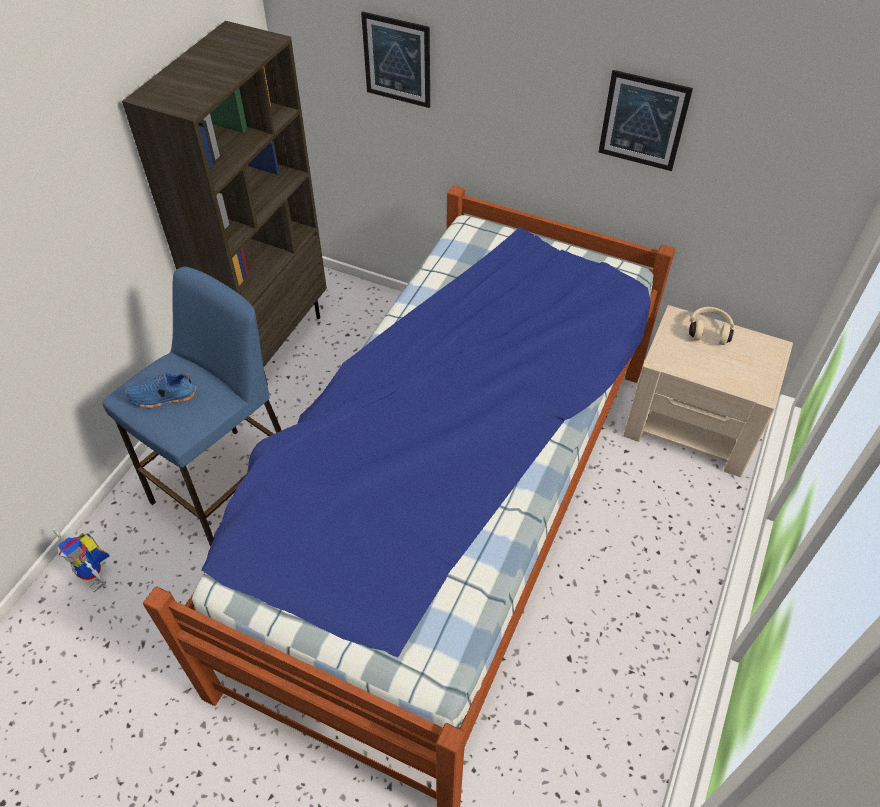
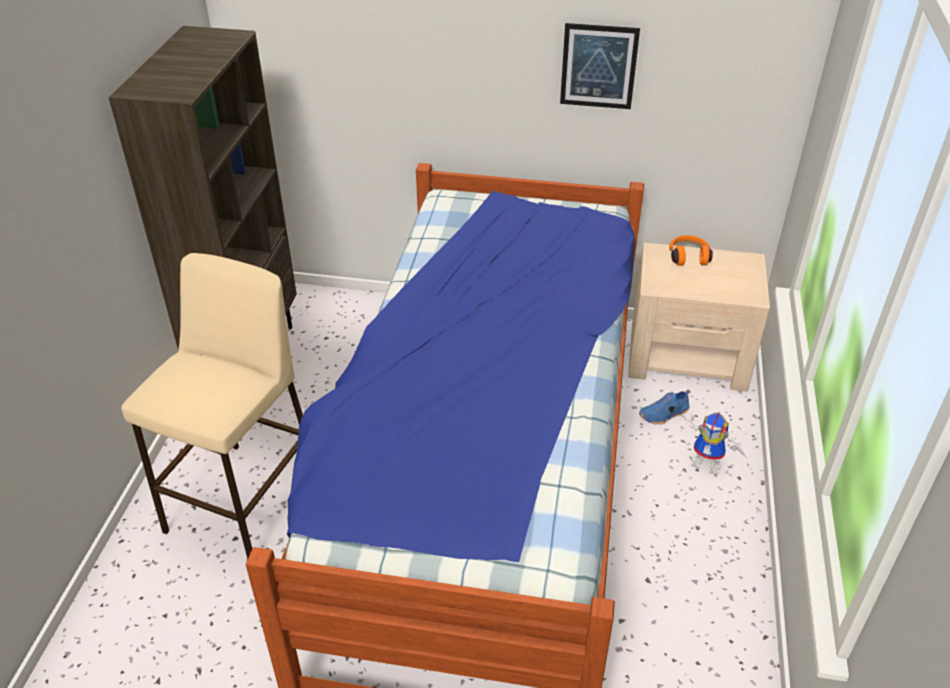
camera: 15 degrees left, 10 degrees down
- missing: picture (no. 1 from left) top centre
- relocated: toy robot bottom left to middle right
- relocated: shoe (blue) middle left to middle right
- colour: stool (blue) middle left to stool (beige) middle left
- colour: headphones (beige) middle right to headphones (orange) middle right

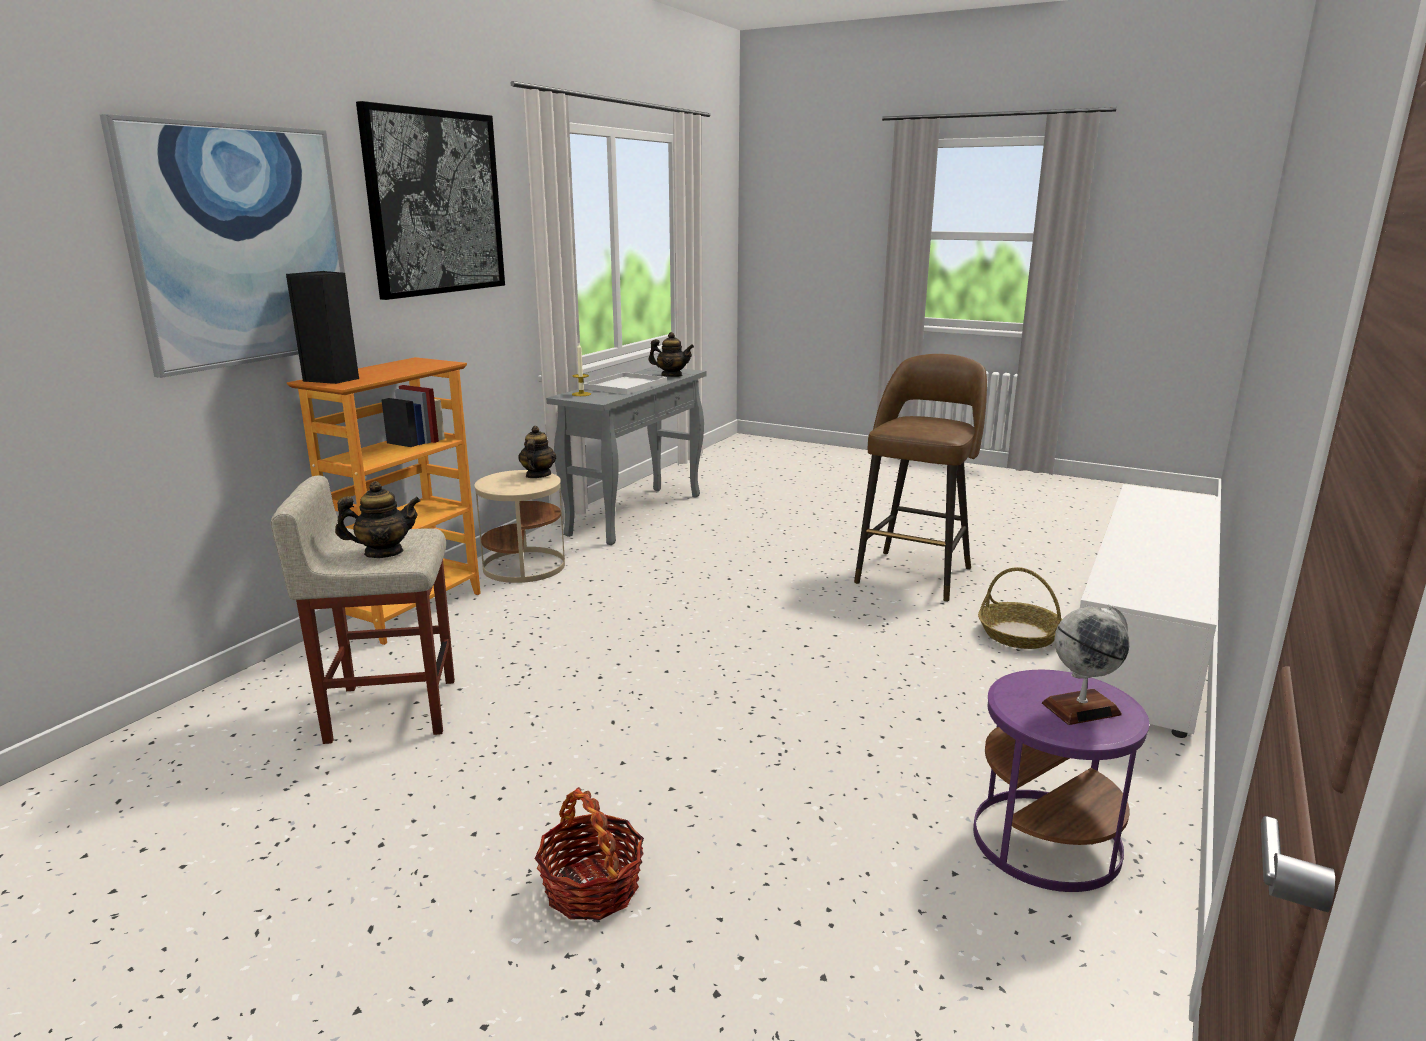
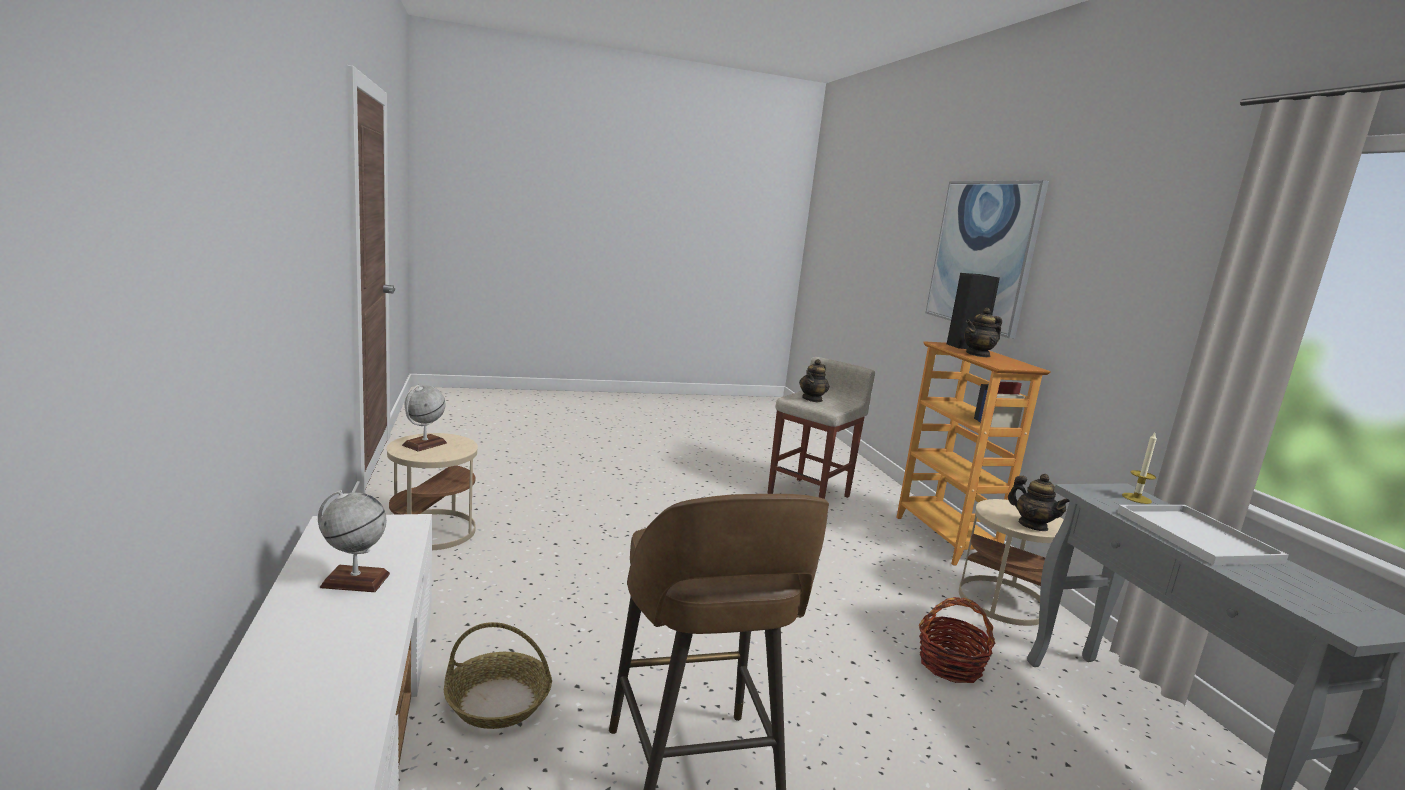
camera: 135 degrees right, 5 degrees down
- missing: picture (no. 2 from left) top left
- appeared: globe (no. 1 from left) bottom left
- relocated: basket (no. 1 from left in the first image) bottom centre to basket (no. 2 from left) bottom right
- relocated: teapot (no. 3 from left in the first image) centre to teapot (no. 2 from left) middle right
- colour: side table (purple) bottom right to side table (beige) (no. 1 from left) middle left

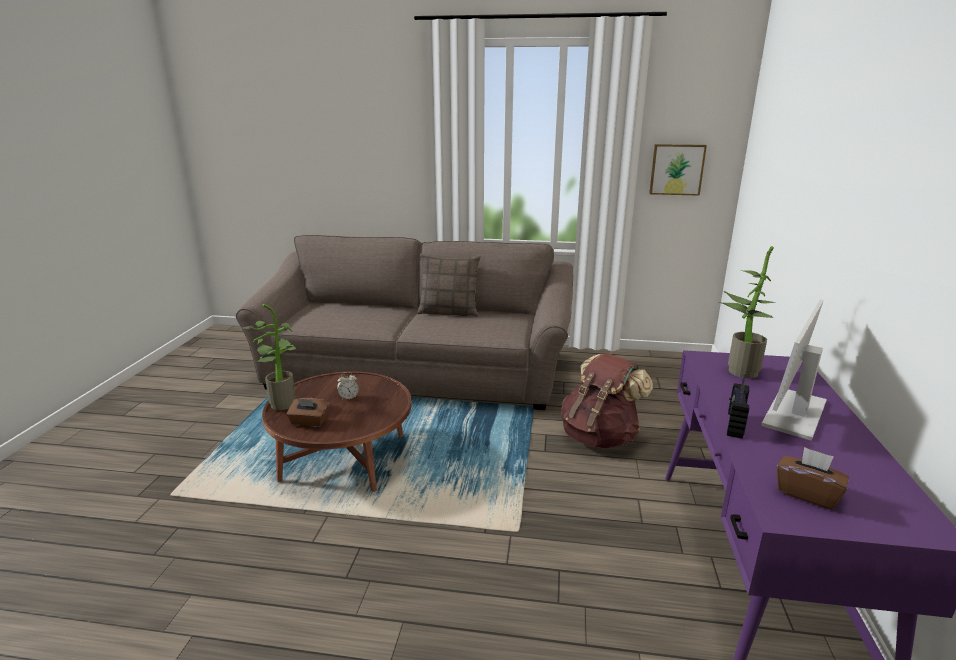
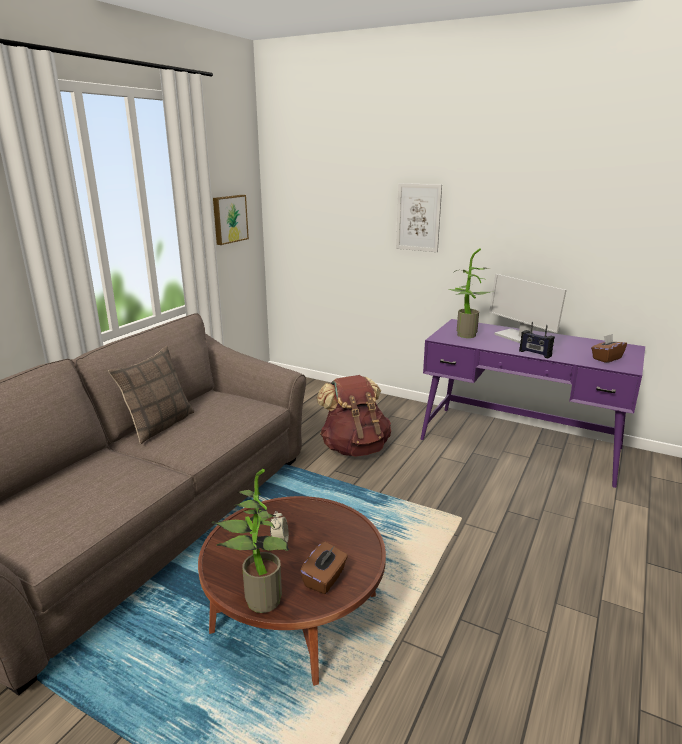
camera: 70 degrees left, 0 degrees up
- appeared: picture (no. 2 from left) top centre

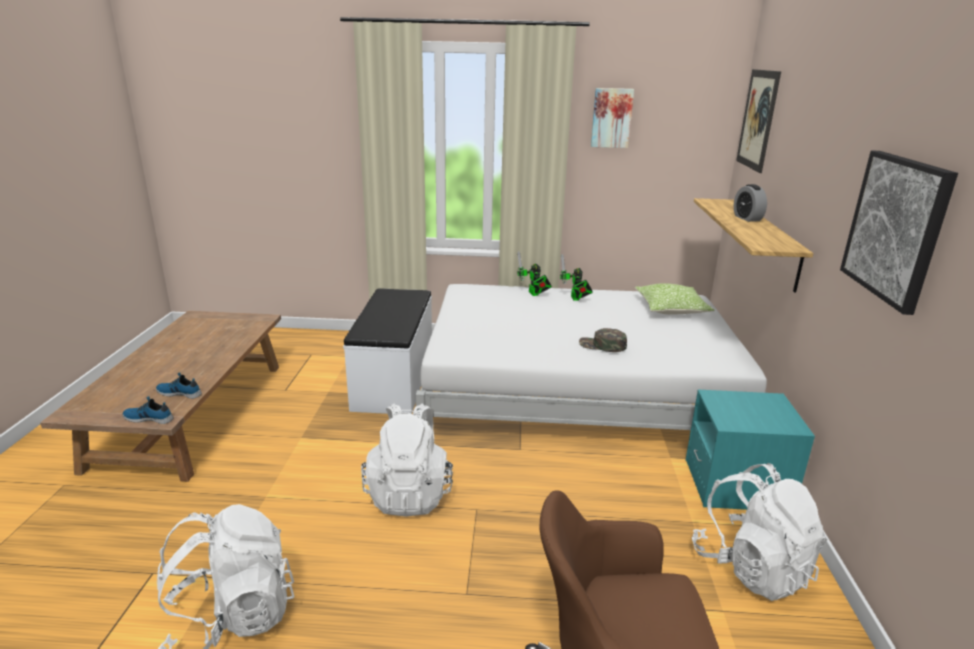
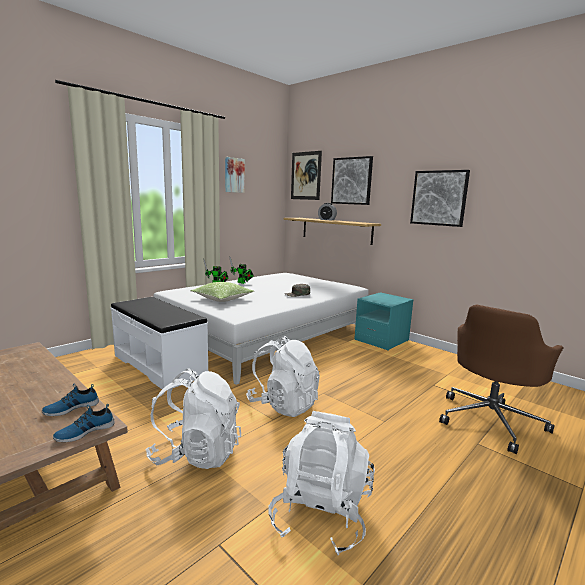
camera: 50 degrees left, 10 degrees down
- appeared: picture (no. 3 from left) top centre
- relocated: pillow middle right to centre
- relocated: backpack (white) (no. 3 from left in the first image) bottom right to backpack (white) (no. 1 from left) bottom left

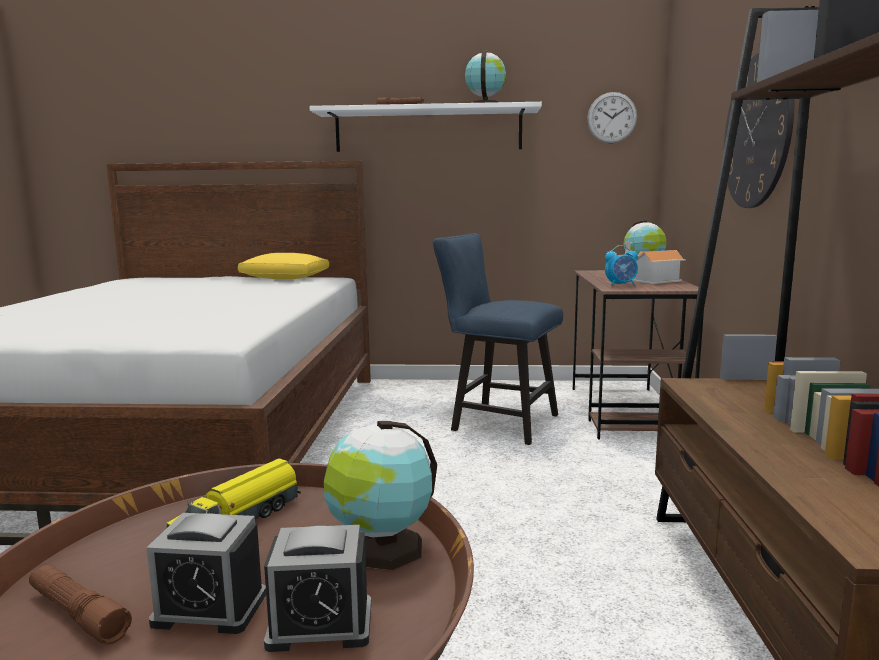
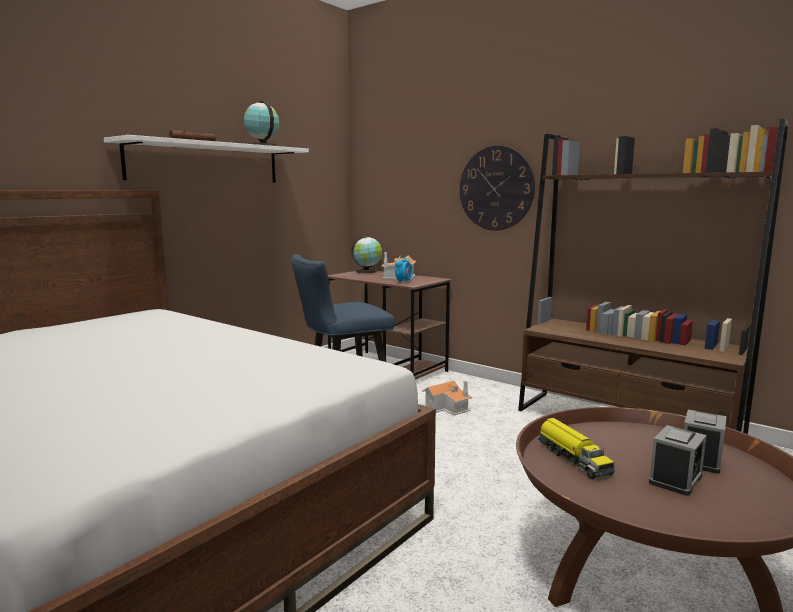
camera: 55 degrees left, 0 degrees up
- missing: flashlight (brown) (no. 1 from left) bottom left
- missing: pillow (yellow) middle left
- missing: globe (no. 1 from left) bottom centre
- missing: wall clock (no. 1 from left) top right
- appeared: toy house (no. 2 from left) centre

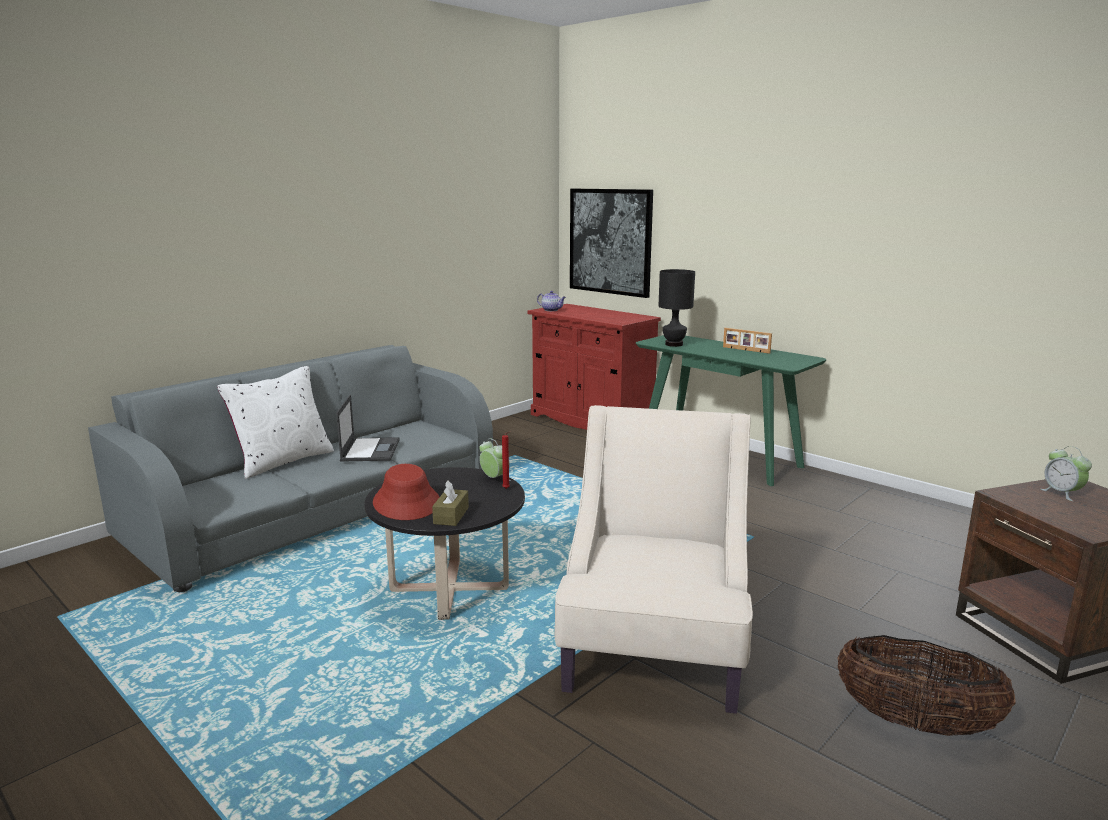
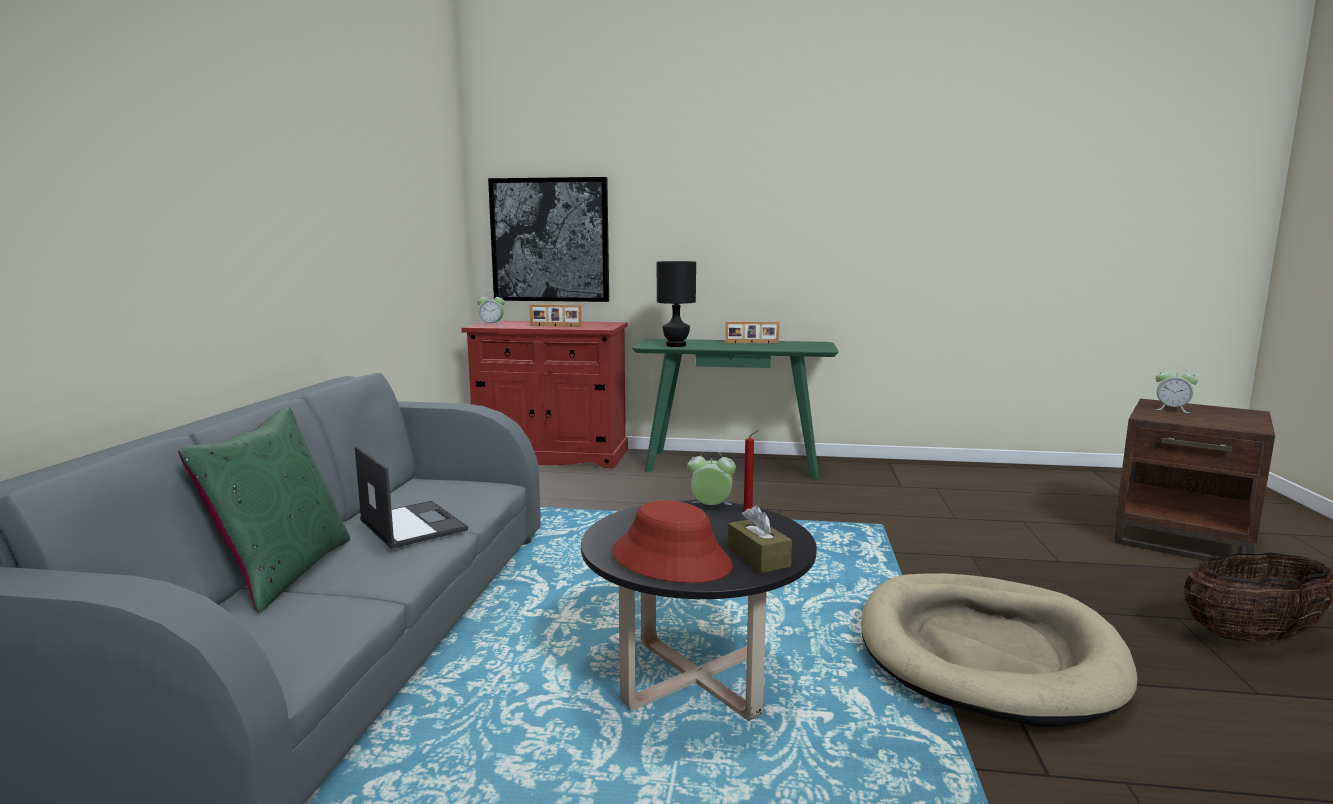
camera: 35 degrees left, 5 degrees down
- appeared: picture frame (no. 1 from left) centre
- exchanged: teapot centre to alarm clock (no. 1 from left) centre
- exchanged: armchair (beige) bottom centre to dog bed (beige) bottom right
- colour: pillow (white) middle left to pillow (green) middle left

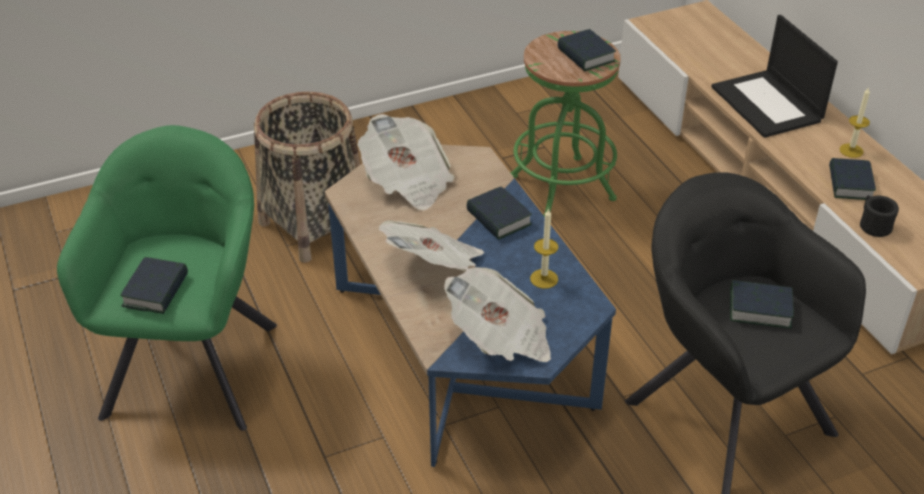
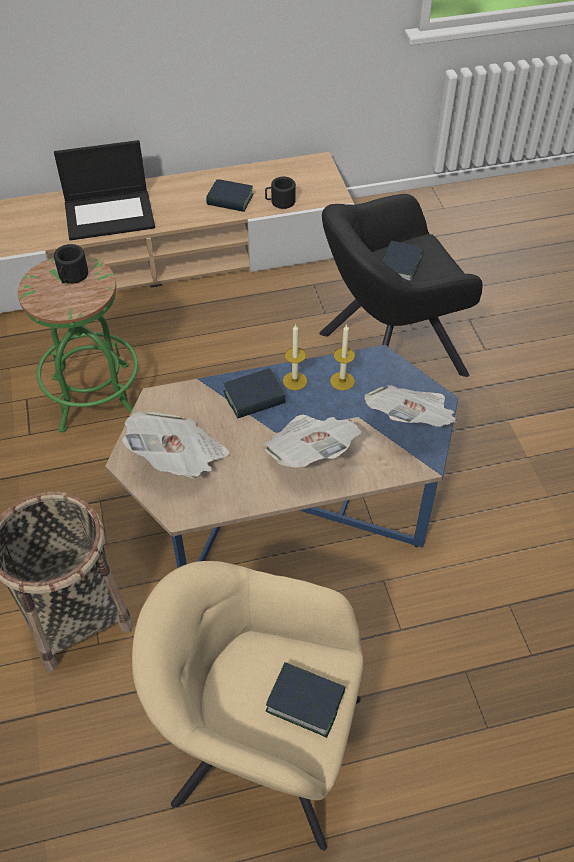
camera: 80 degrees left, 10 degrees up
- relocated: candle (no. 2 from left in the first image) top right to candle (no. 1 from left) centre
- exchanged: book (no. 3 from left) top centre to mug (black) (no. 1 from left) top left
- colour: armchair (green) middle left to armchair (beige) bottom centre

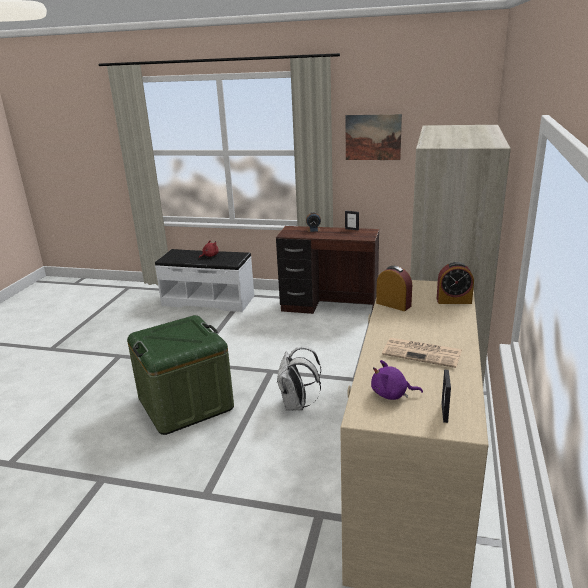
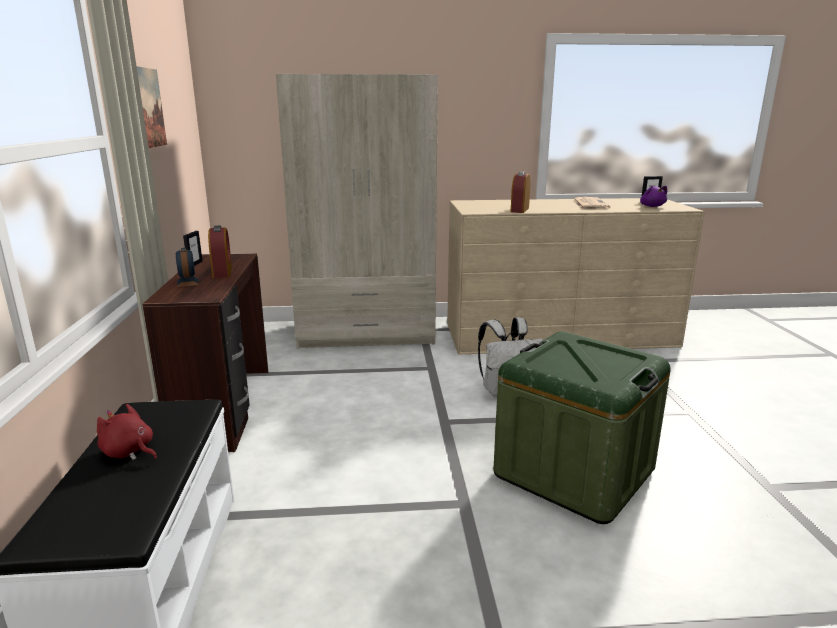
camera: 110 degrees left, 5 degrees down
- relocated: alarm clock (no. 3 from left in the first image) middle right to alarm clock (no. 2 from left) middle left

